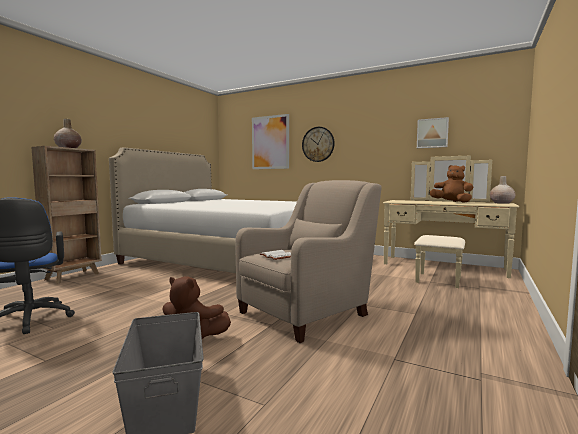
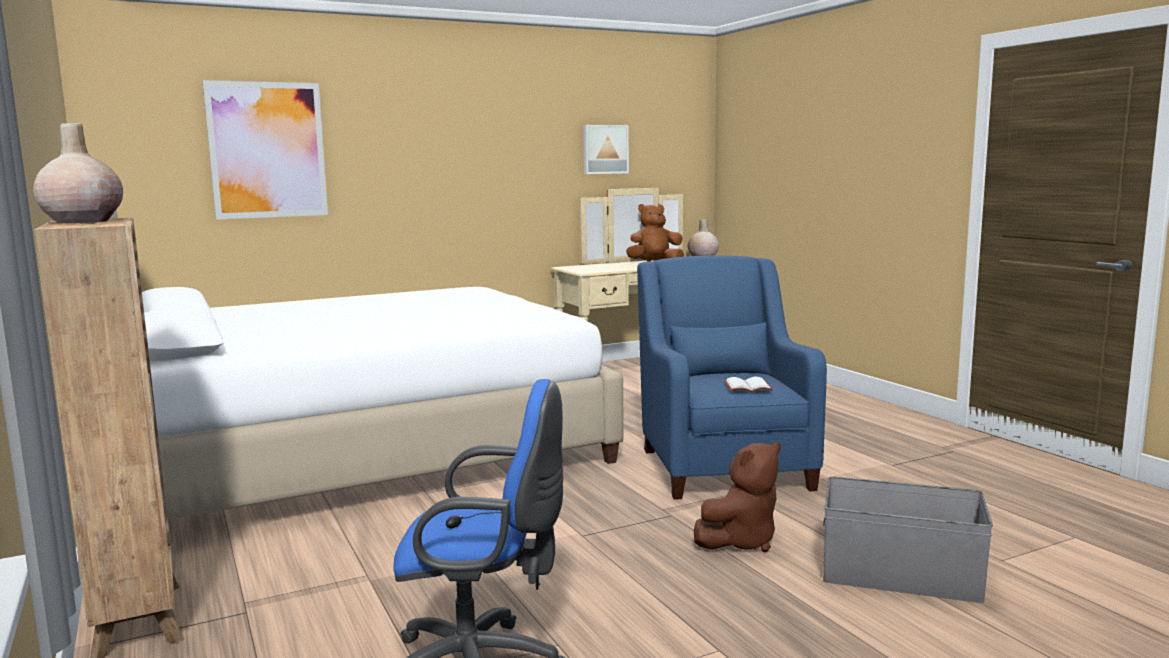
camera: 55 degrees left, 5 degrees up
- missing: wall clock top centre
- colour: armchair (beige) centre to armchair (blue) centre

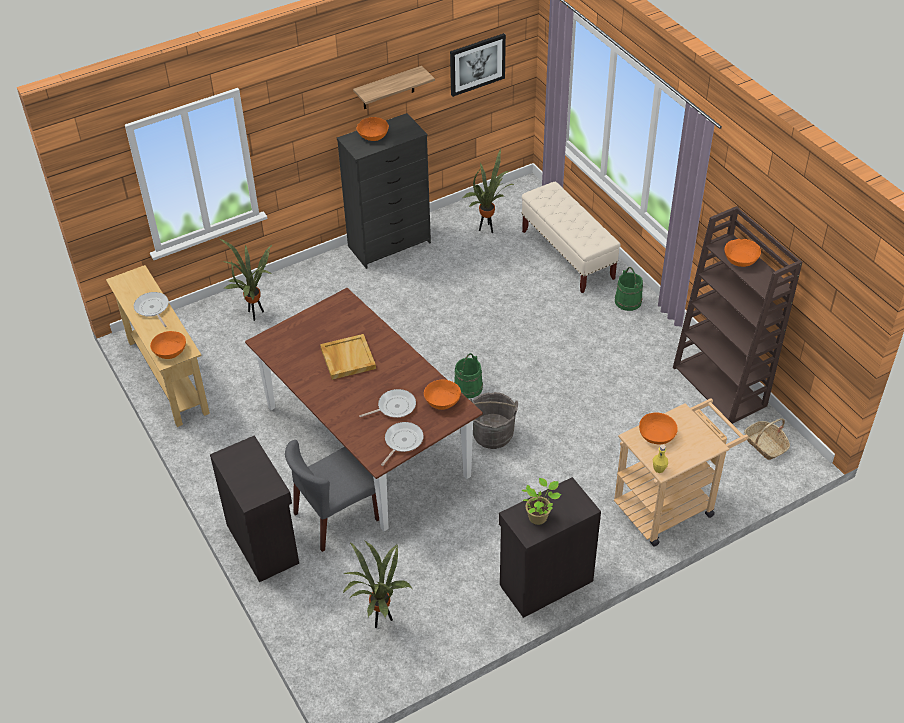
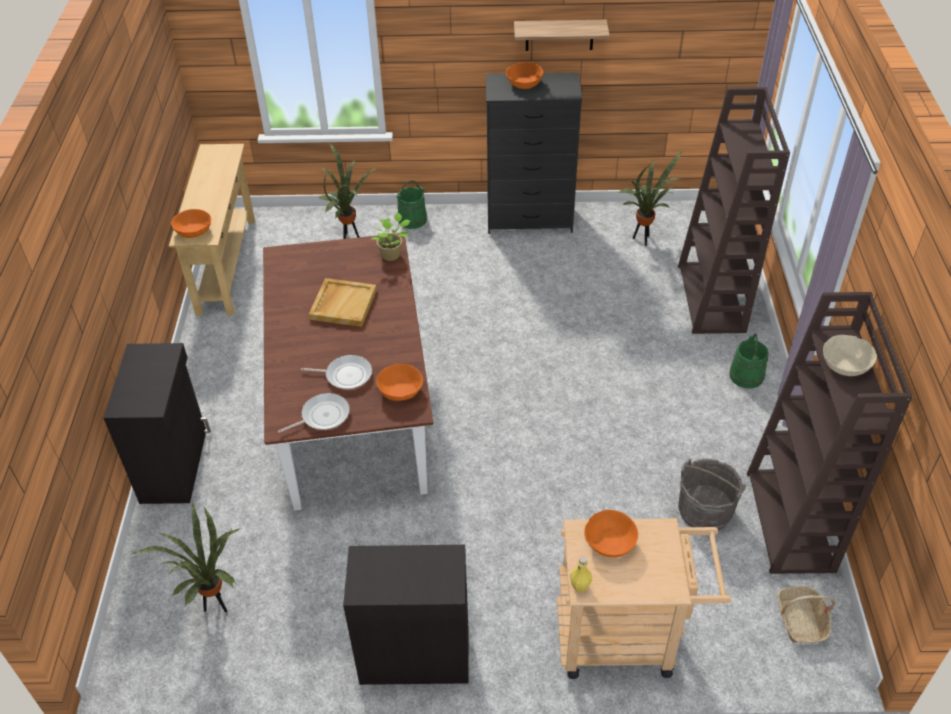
camera: 30 degrees right, 0 degrees up
- missing: frying pan (no. 1 from left) middle left
- missing: chair (grey) bottom centre
- missing: picture top centre
- relocated: bucket (green) (no. 1 from left) centre to top centre
- relocated: bucket (grey) centre to bottom right
- relocated: potted plant (no. 4 from left in the first image) bottom centre to potted plant (no. 3 from left) top centre
- exchanged: bench (beige) top centre to bookcase (brown) (no. 1 from left) top right
- colour: bowl (orange) (no. 5 from left) middle right to bowl (beige) middle right

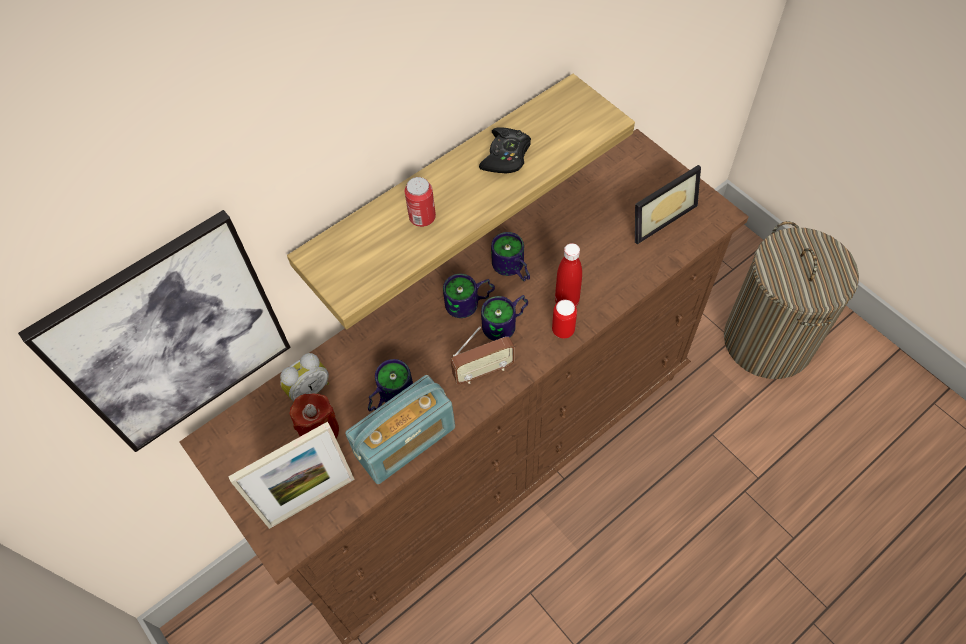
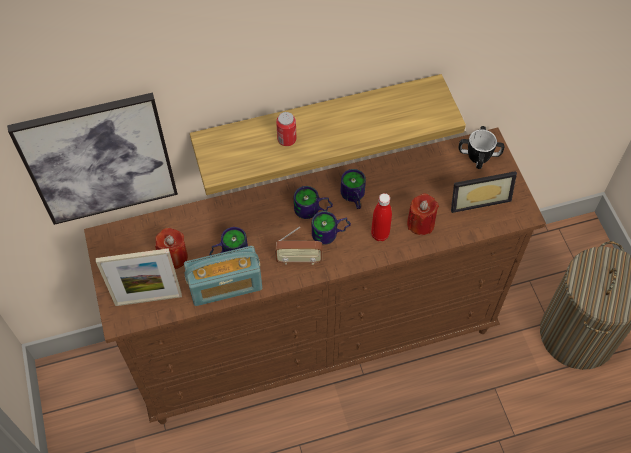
camera: 20 degrees right, 0 degrees up
- missing: alarm clock middle left
- missing: game controller (black) top centre
- missing: can (no. 2 from left) centre
- appeared: candle (red) (no. 2 from left) middle right
- appeared: mug (no. 5 from left) top right

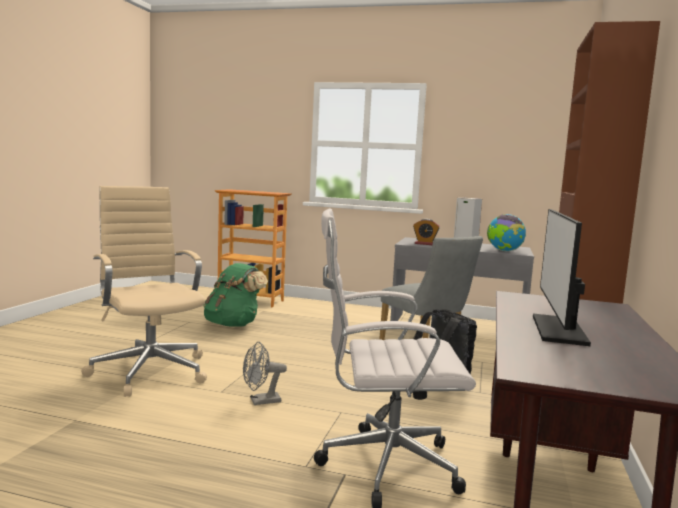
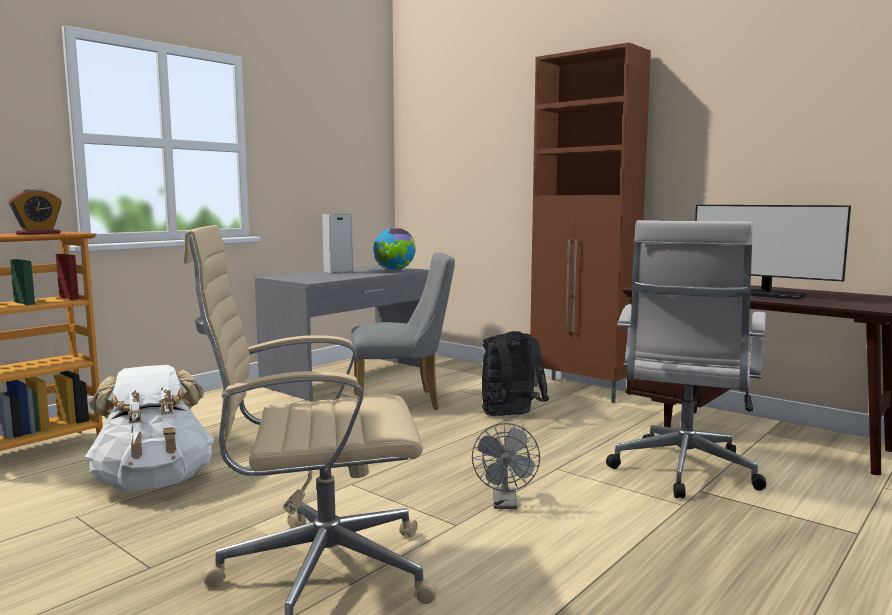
camera: 65 degrees left, 0 degrees up
- relocated: alarm clock centre to middle left
- colour: backpack (green) centre to backpack (white) bottom left

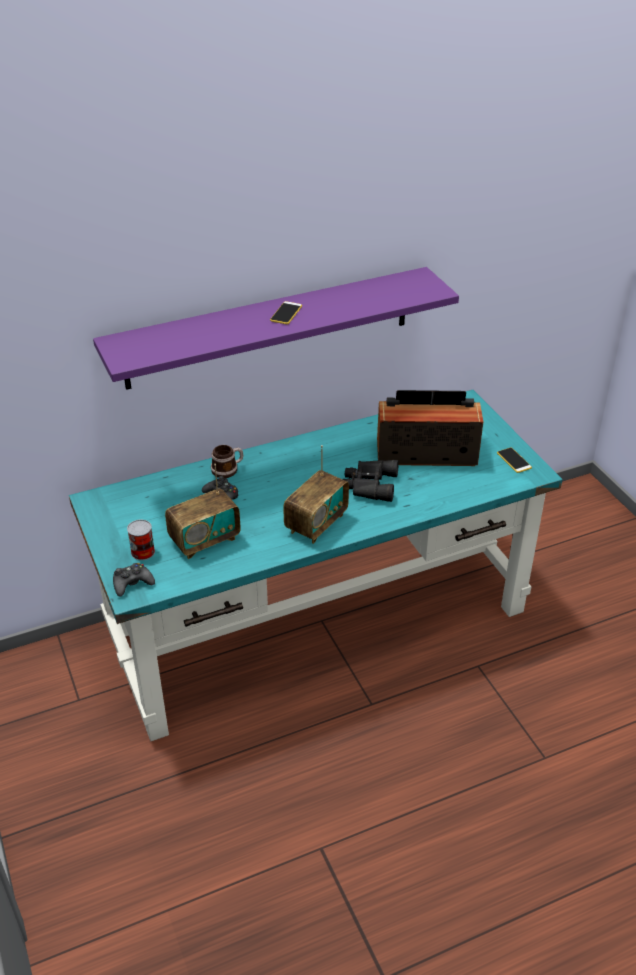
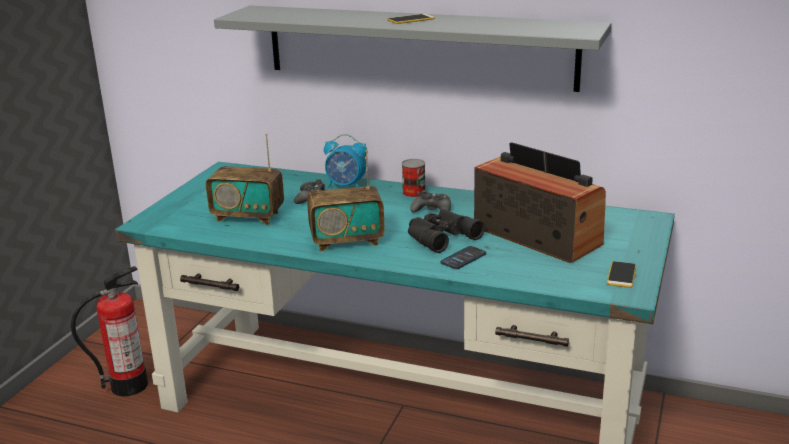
camera: 45 degrees right, 15 degrees down
- appeared: fire extinguisher bottom left
- appeared: phone (no. 2 from left) centre
- relocated: game controller (black) (no. 1 from left in the first image) middle left to game controller (black) (no. 2 from left) centre
- relocated: can middle left to centre
- exchanged: mug centre to alarm clock centre
- colour: shelf (purple) centre to shelf (grey) top centre

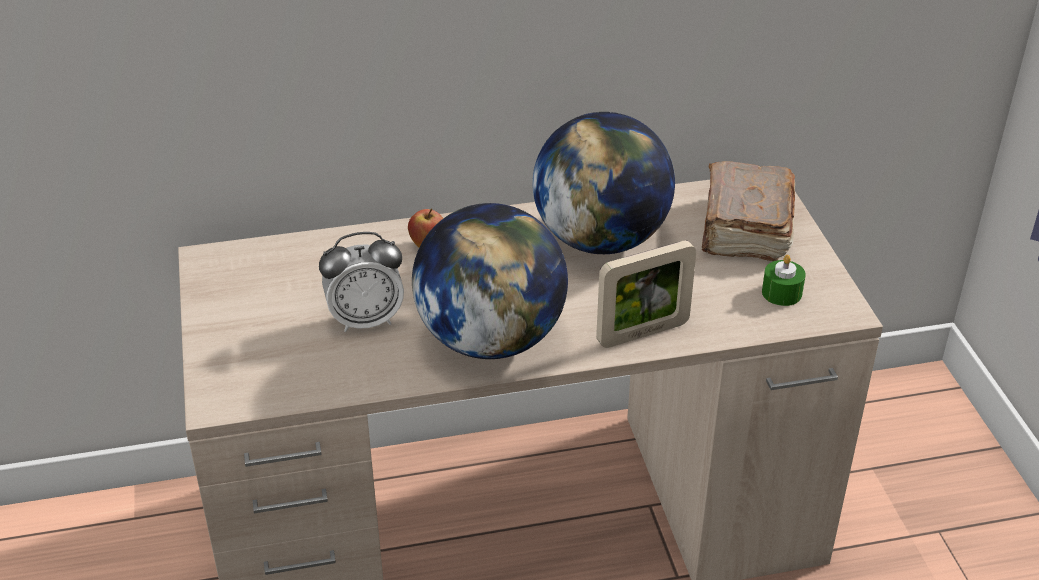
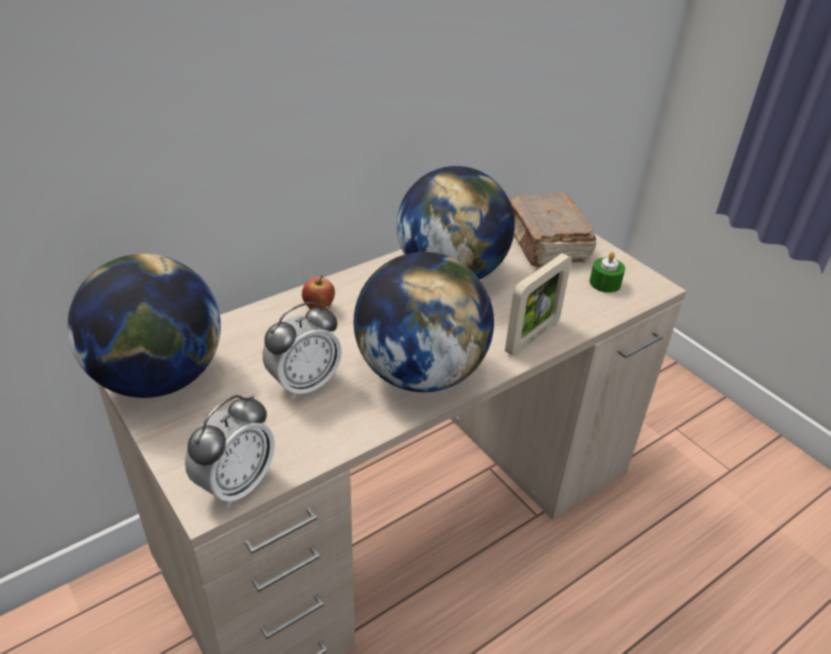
camera: 25 degrees left, 0 degrees up
- appeared: globe (no. 1 from left) middle left
- appeared: alarm clock (no. 1 from left) bottom left

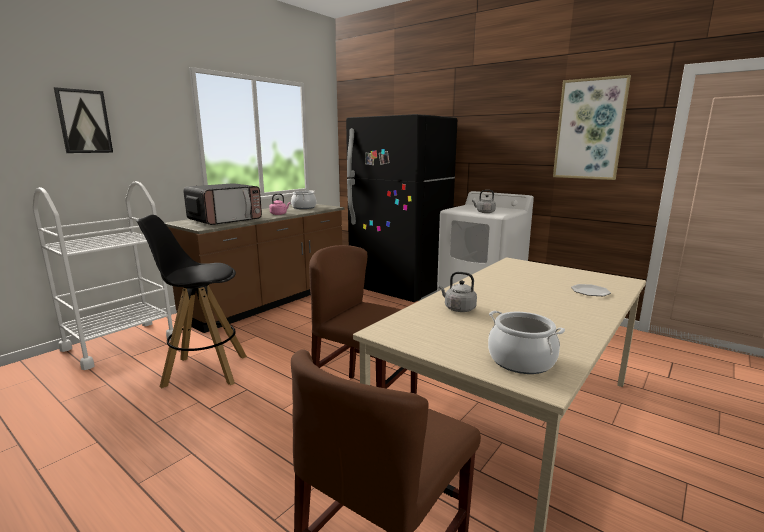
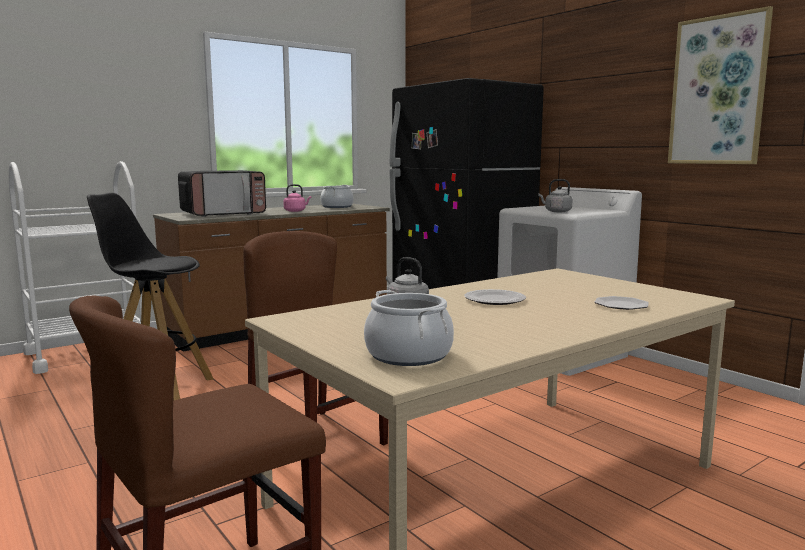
camera: 15 degrees right, 5 degrees down
- missing: picture (no. 1 from left) top left
- appeared: plate (no. 1 from left) centre

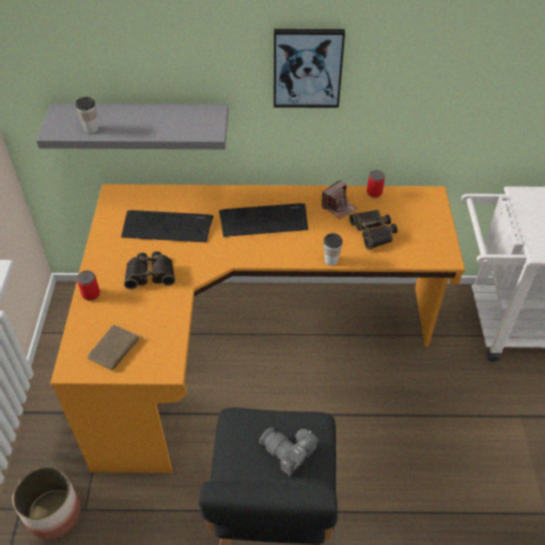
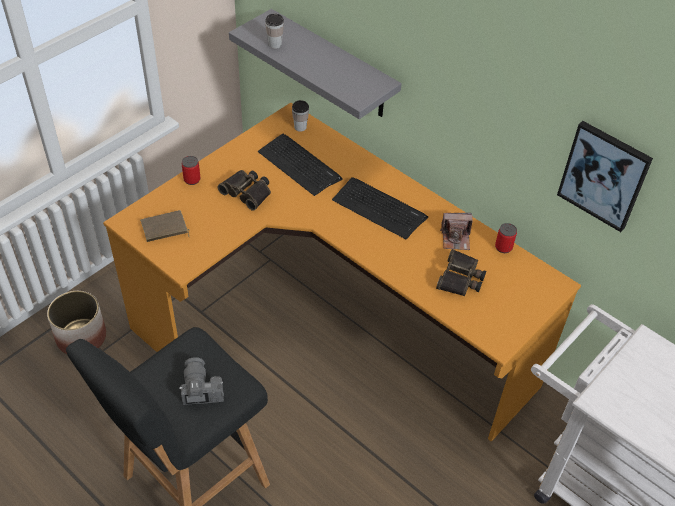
camera: 40 degrees right, 0 degrees up
- relocated: picture top centre to middle right
- relocated: cup (no. 2 from left) centre to top centre

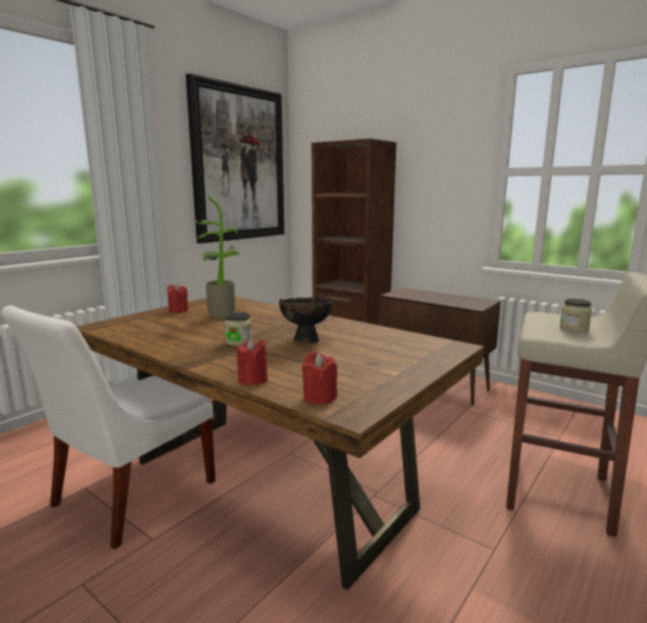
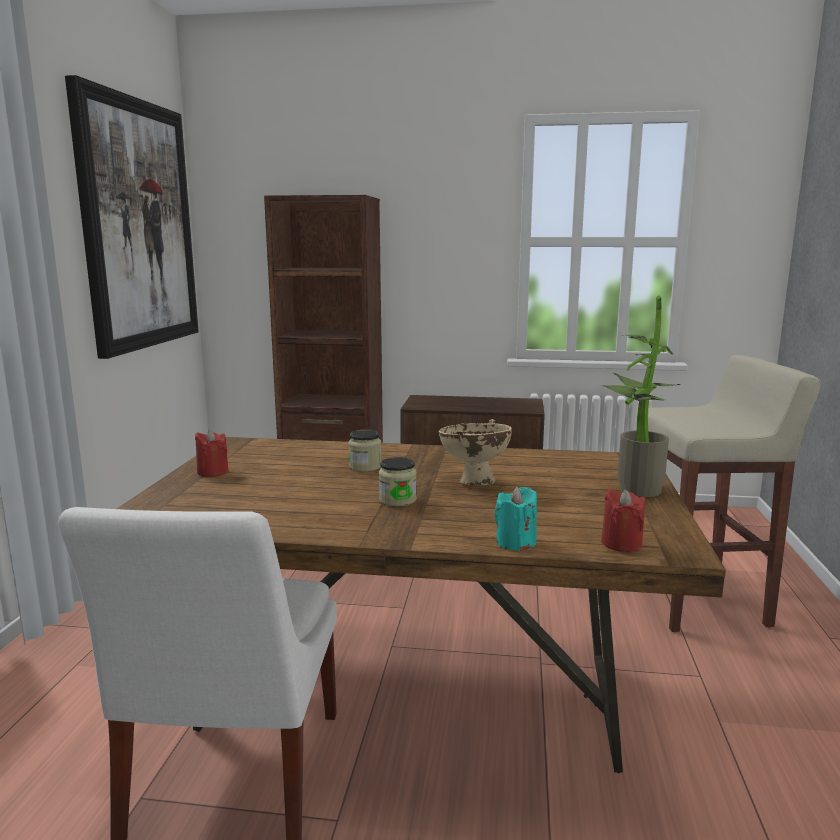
camera: 30 degrees left, 0 degrees up
- relocated: potted plant middle left to middle right
- relocated: jar (no. 2 from left in the first image) middle right to jar (no. 1 from left) centre
- colour: candle (red) (no. 2 from left) centre to candle (turquoise) centre
- colour: bowl (black) centre to bowl (beige) centre

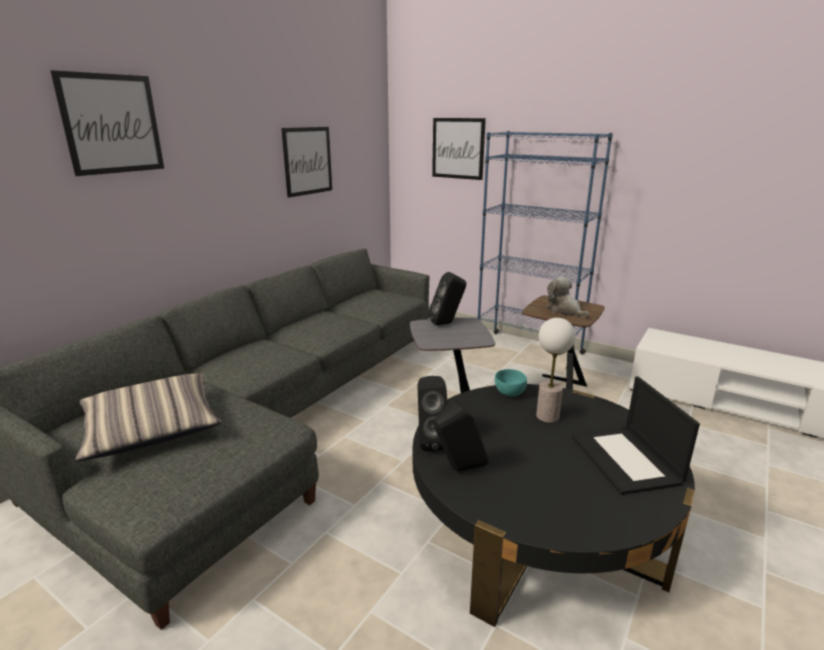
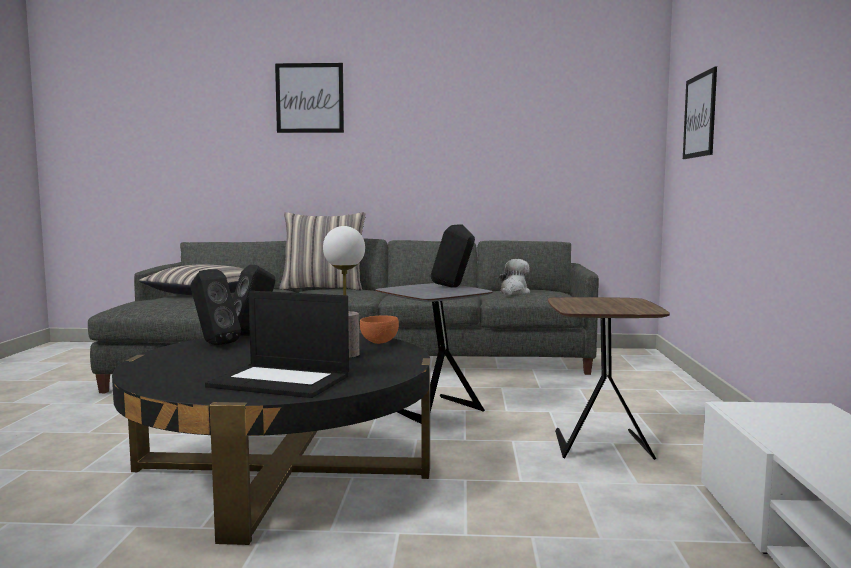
camera: 60 degrees right, 15 degrees down
- missing: picture (no. 2 from left) top centre
- missing: bookcase (blue) centre
- appeared: pillow (no. 2 from left) centre
- relocated: plush toy middle right to centre
- colour: bowl (turquoise) centre to bowl (orange) centre
- spun: laptop bottom right = middle left 120 degrees counterclockwise

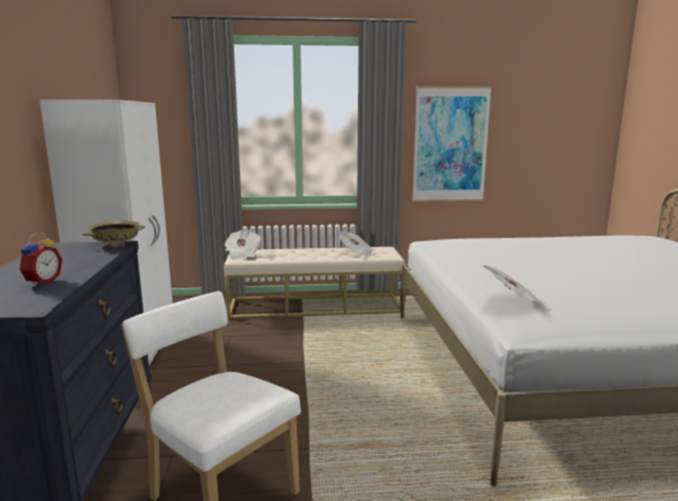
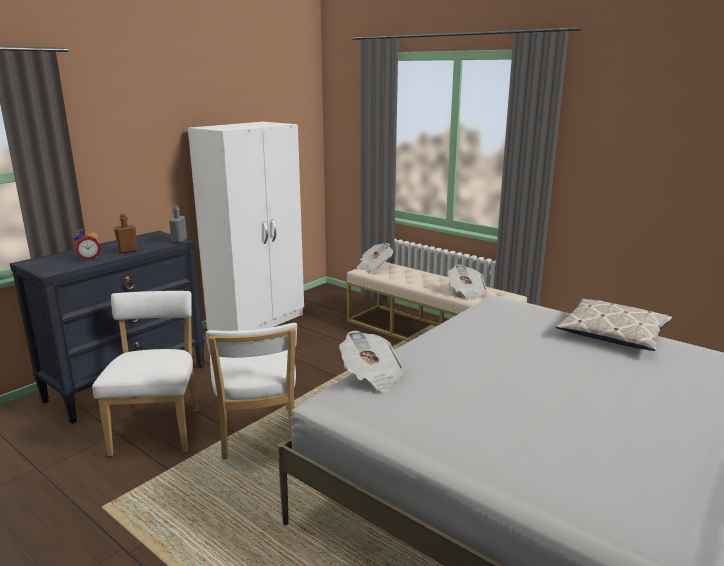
camera: 45 degrees right, 5 degrees up
- missing: picture top right
- appeared: bottle (brown) middle left
- appeared: chair (white) (no. 2 from left) bottom centre
- appeared: pillow middle right
- exchanged: bowl (beige) middle left to bottle (grey) middle left

